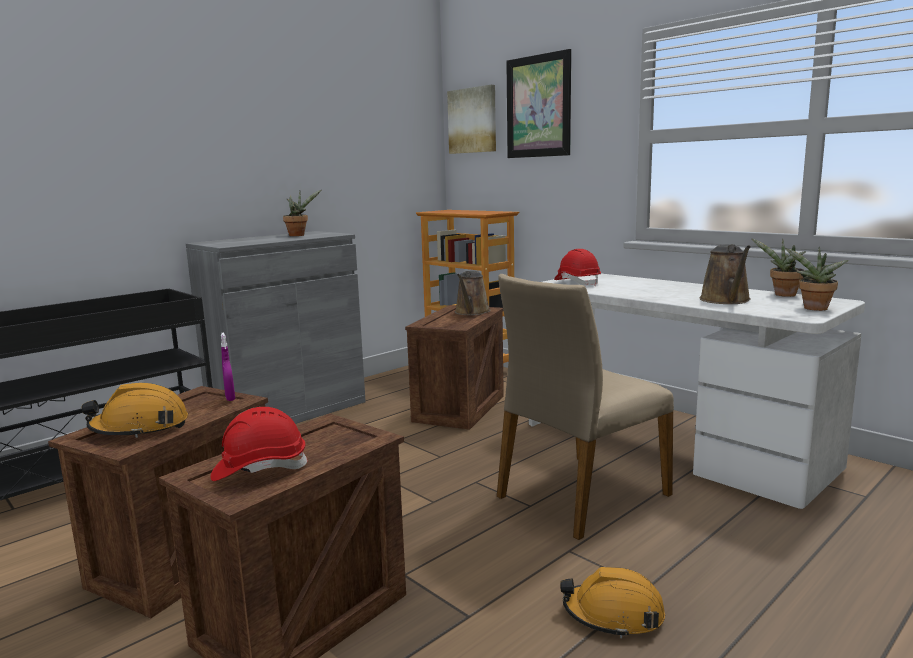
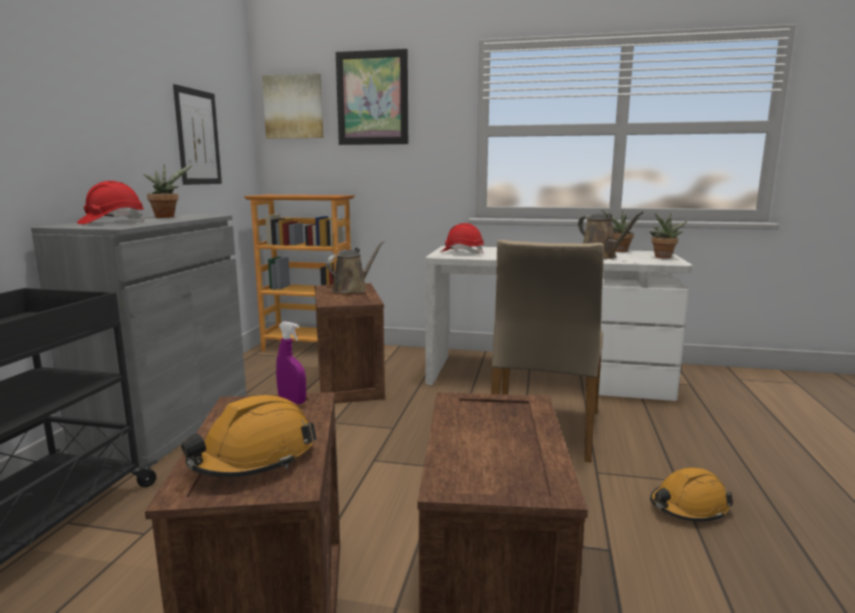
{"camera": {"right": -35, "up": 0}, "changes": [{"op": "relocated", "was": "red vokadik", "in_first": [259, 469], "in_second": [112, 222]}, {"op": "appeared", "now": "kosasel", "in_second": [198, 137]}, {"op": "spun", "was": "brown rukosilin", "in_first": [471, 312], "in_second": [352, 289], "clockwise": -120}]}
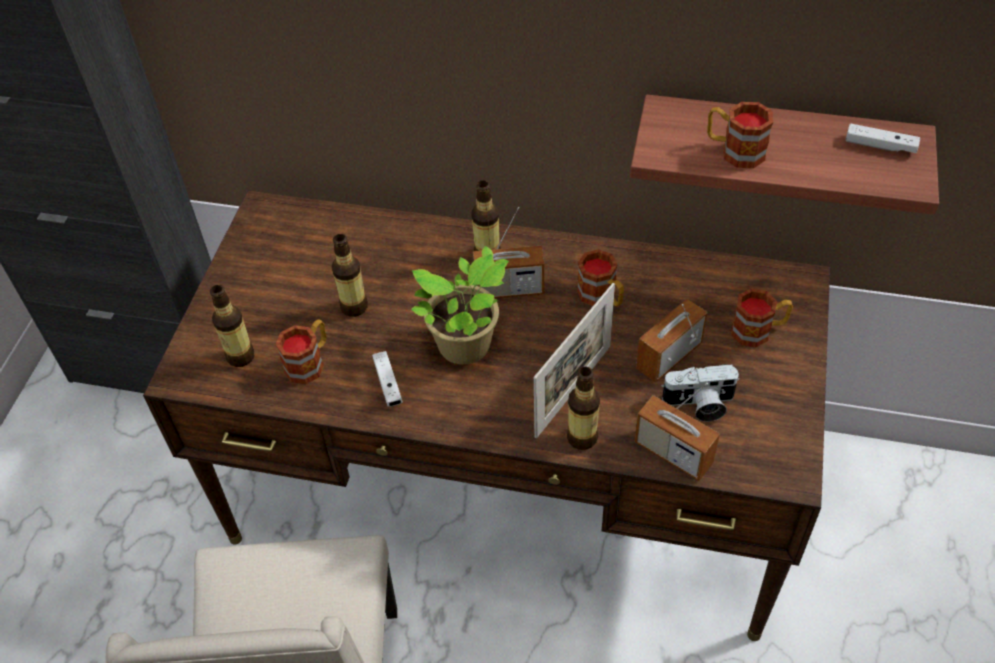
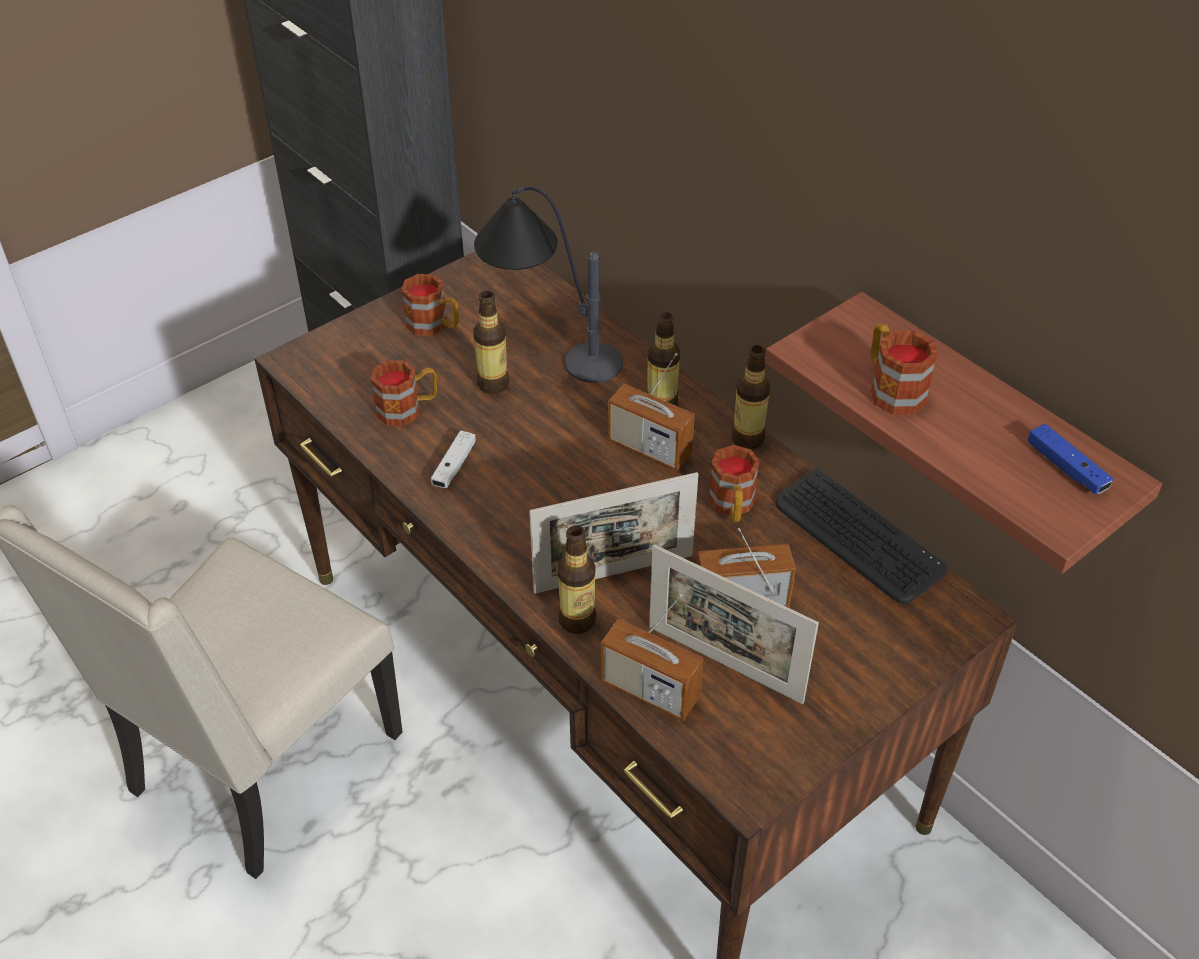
{"camera": {"right": 35, "up": -5}, "changes": [{"op": "relocated", "was": "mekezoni", "in_first": [759, 330], "in_second": [434, 326]}, {"op": "appeared", "now": "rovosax", "in_second": [546, 339]}, {"op": "spun", "was": "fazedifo", "in_first": [673, 453], "in_second": [649, 690], "clockwise": -45}, {"op": "exchanged", "was": "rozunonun", "now": "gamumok", "in_first": [699, 405], "in_second": [724, 664]}, {"op": "relocated", "was": "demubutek", "in_first": [240, 356], "in_second": [747, 439]}, {"op": "appeared", "now": "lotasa", "in_second": [857, 537]}, {"op": "colour", "was": "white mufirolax", "now": "blue mufirolax", "in_first": [880, 146], "in_second": [1066, 468]}, {"op": "missing", "was": "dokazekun", "in_first": [467, 348]}]}
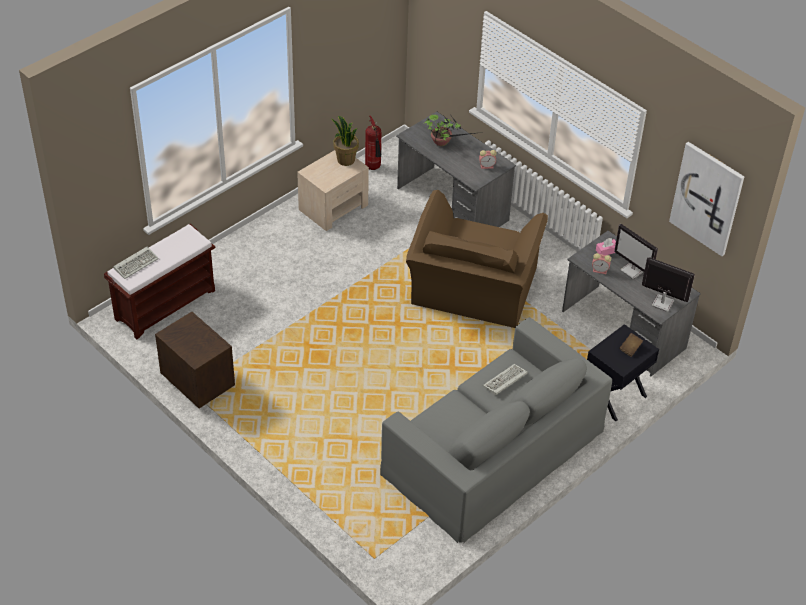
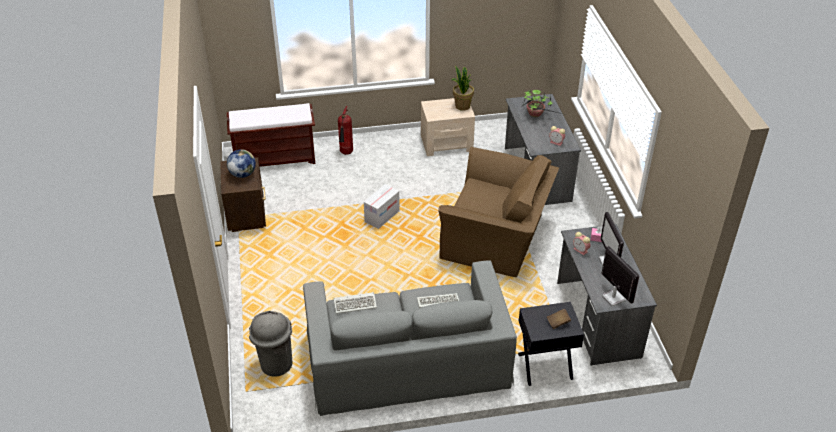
{"camera": {"right": 35, "up": -5}, "changes": [{"op": "appeared", "now": "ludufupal", "in_second": [242, 174]}, {"op": "appeared", "now": "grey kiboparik", "in_second": [275, 364]}, {"op": "relocated", "was": "lotasa", "in_first": [136, 263], "in_second": [356, 304]}, {"op": "relocated", "was": "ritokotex", "in_first": [374, 168], "in_second": [346, 153]}, {"op": "appeared", "now": "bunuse", "in_second": [382, 216]}, {"op": "spun", "was": "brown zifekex", "in_first": [472, 291], "in_second": [497, 238], "clockwise": -120}, {"op": "missing", "was": "kosasel", "in_first": [707, 198]}]}
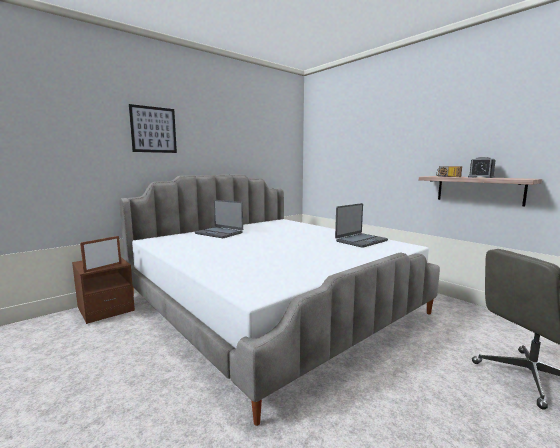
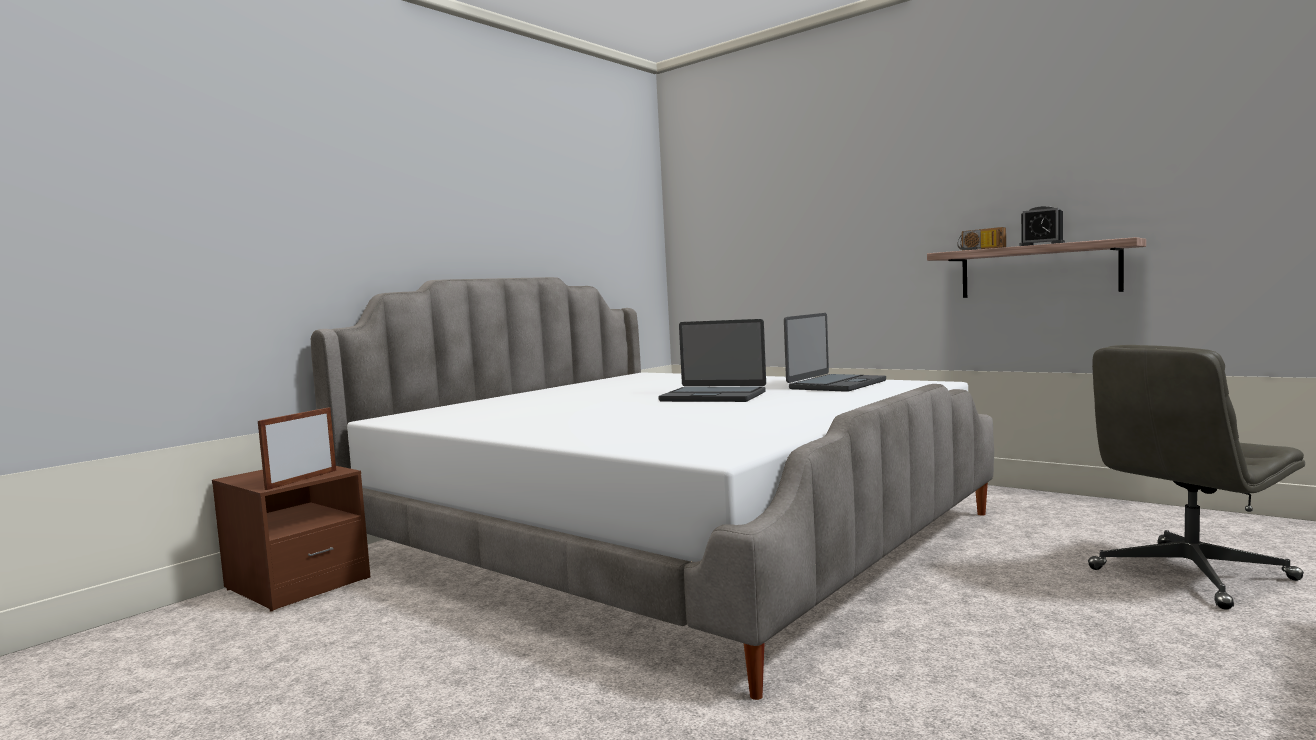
{"camera": {"right": -10, "up": -5}, "changes": [{"op": "relocated", "was": "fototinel", "in_first": [219, 233], "in_second": [714, 396]}, {"op": "missing", "was": "kosasel", "in_first": [153, 129]}]}
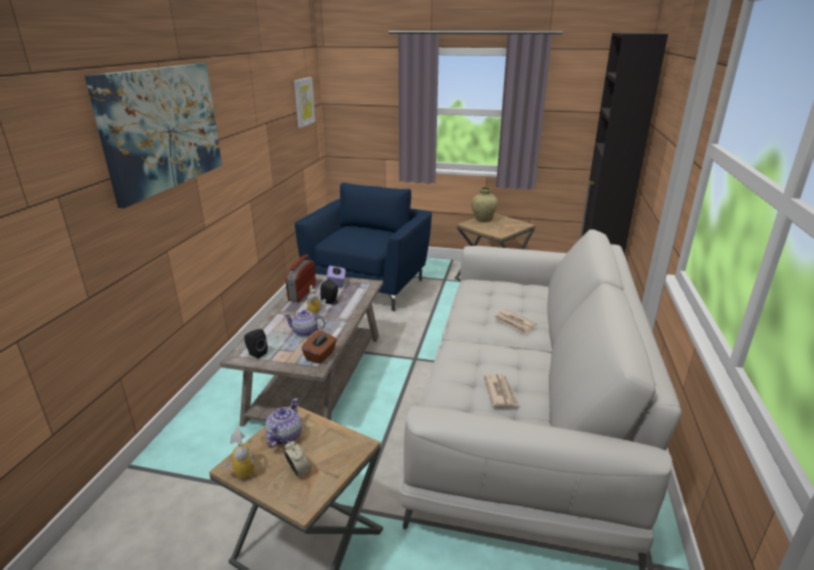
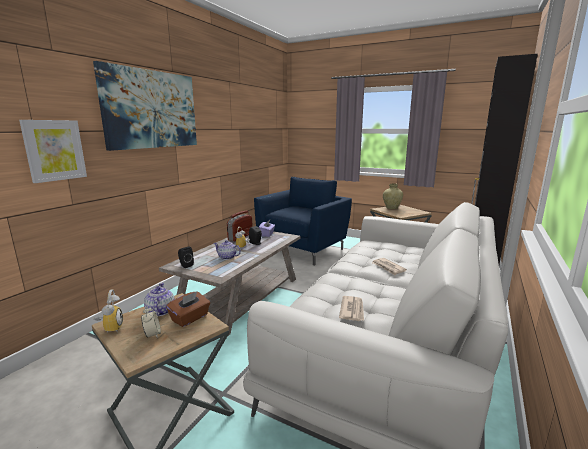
{"camera": {"right": 15, "up": -10}, "changes": [{"op": "relocated", "was": "kosasel", "in_first": [303, 102], "in_second": [54, 150]}, {"op": "spun", "was": "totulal", "in_first": [284, 436], "in_second": [160, 311], "clockwise": -45}, {"op": "relocated", "was": "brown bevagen", "in_first": [320, 355], "in_second": [190, 318]}]}
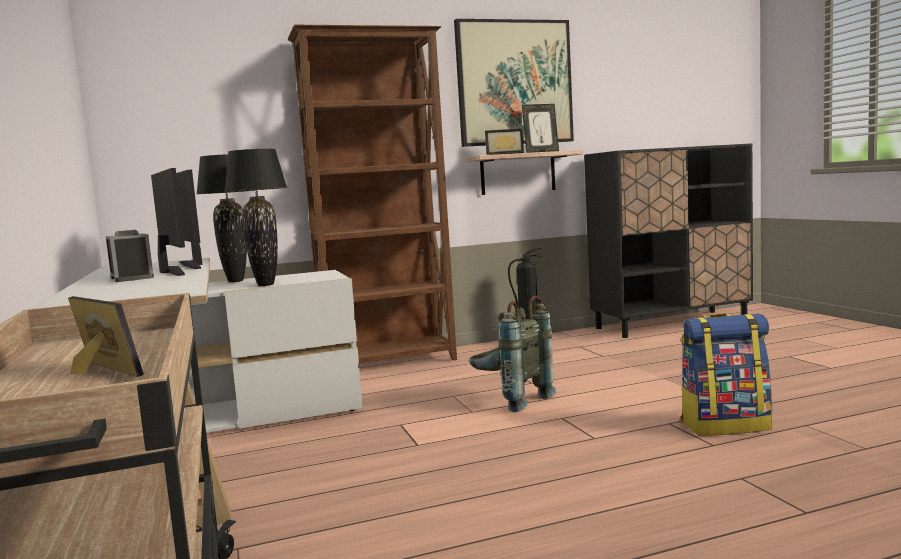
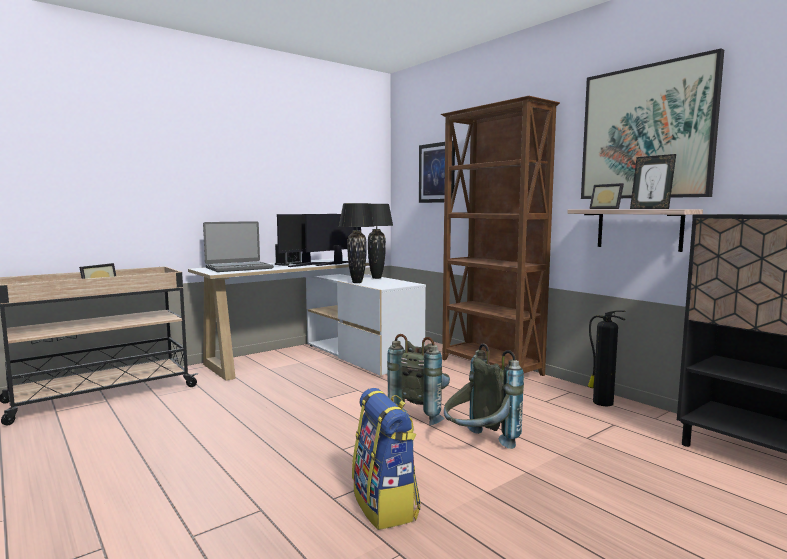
{"camera": {"right": 70, "up": 0}, "changes": [{"op": "appeared", "now": "fototinel", "in_second": [239, 268]}, {"op": "appeared", "now": "kosasel", "in_second": [437, 173]}, {"op": "appeared", "now": "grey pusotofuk", "in_second": [478, 445]}]}
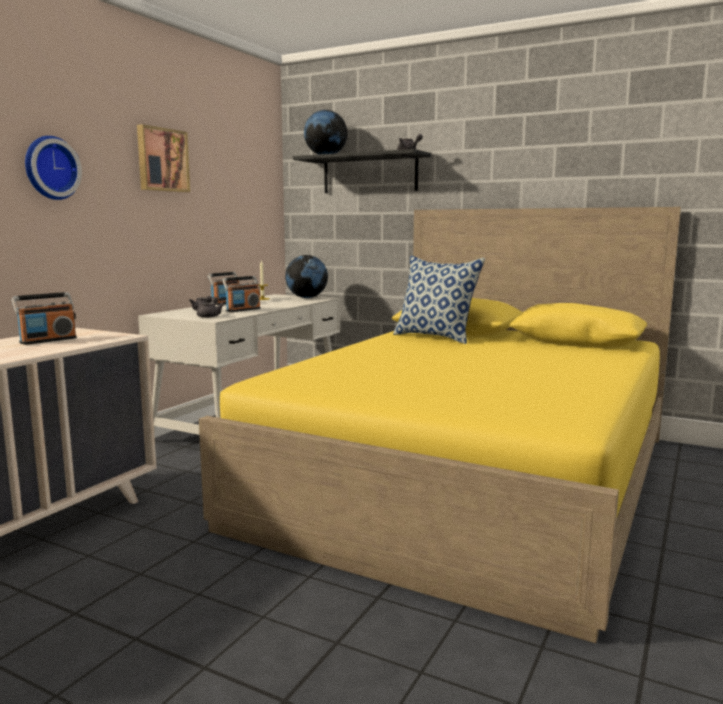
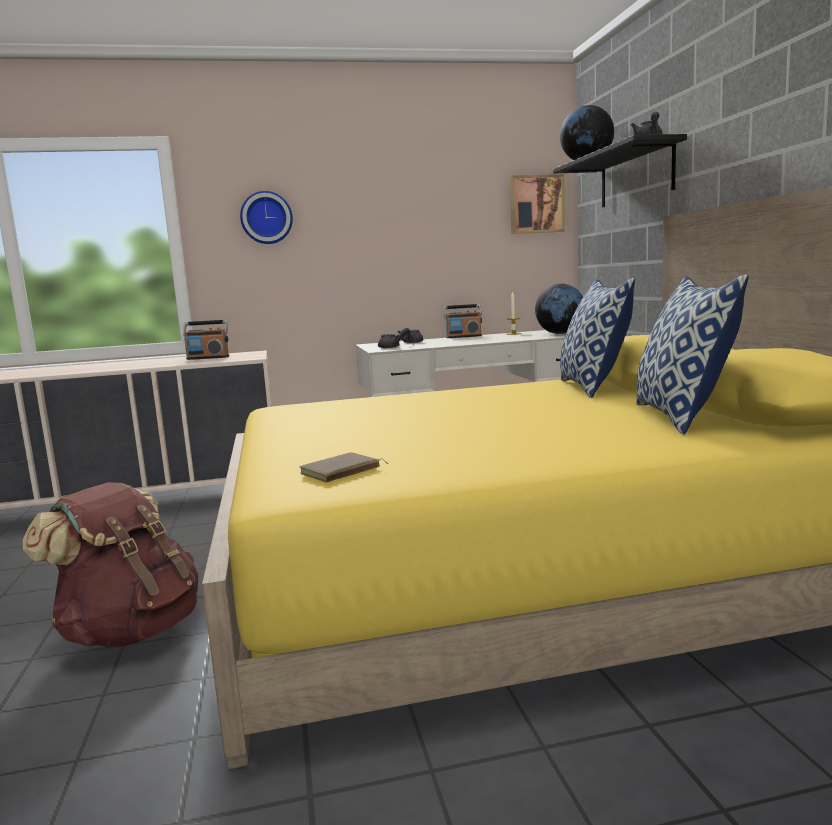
{"camera": {"right": 50, "up": 0}, "changes": [{"op": "appeared", "now": "brown pusotofuk", "in_second": [131, 630]}, {"op": "appeared", "now": "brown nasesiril", "in_second": [341, 472]}, {"op": "relocated", "was": "kosasel", "in_first": [162, 160], "in_second": [536, 204]}, {"op": "appeared", "now": "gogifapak", "in_second": [682, 417]}, {"op": "missing", "was": "fazedifo", "in_first": [243, 310]}]}
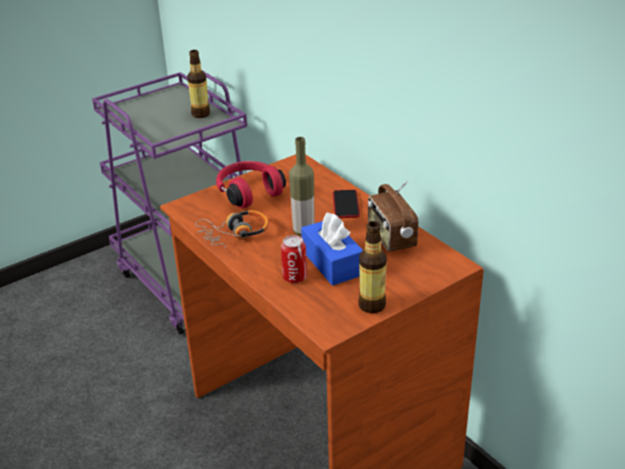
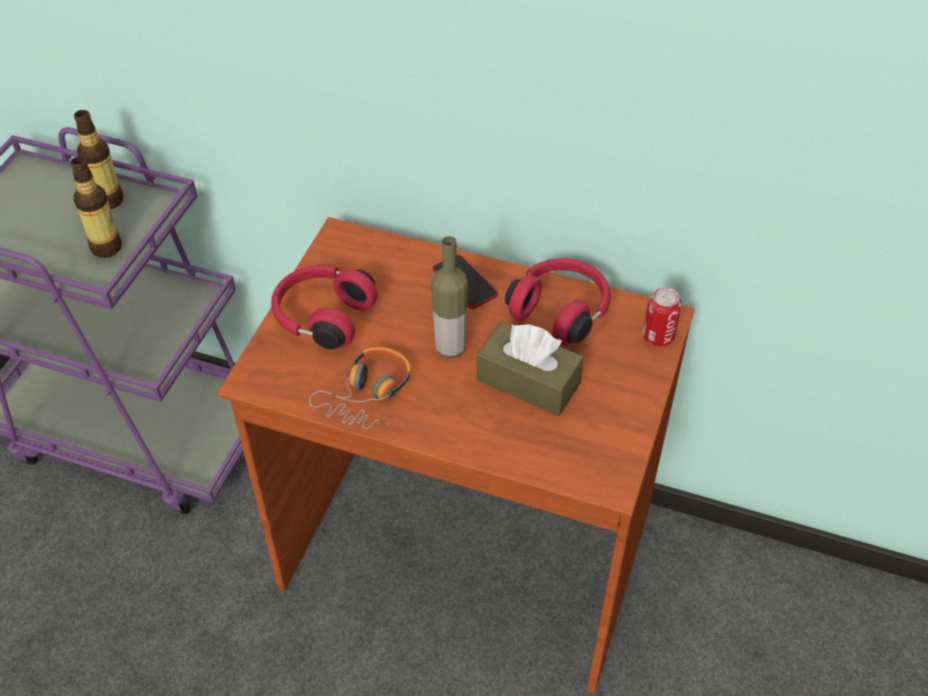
{"camera": {"right": -35, "up": 15}, "changes": [{"op": "relocated", "was": "demubutek", "in_first": [372, 305], "in_second": [106, 247]}, {"op": "colour", "was": "blue bevagen", "now": "brown bevagen", "in_first": [332, 263], "in_second": [528, 381]}, {"op": "exchanged", "was": "fazedifo", "now": "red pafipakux", "in_first": [390, 237], "in_second": [561, 310]}, {"op": "relocated", "was": "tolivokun", "in_first": [294, 277], "in_second": [658, 336]}]}
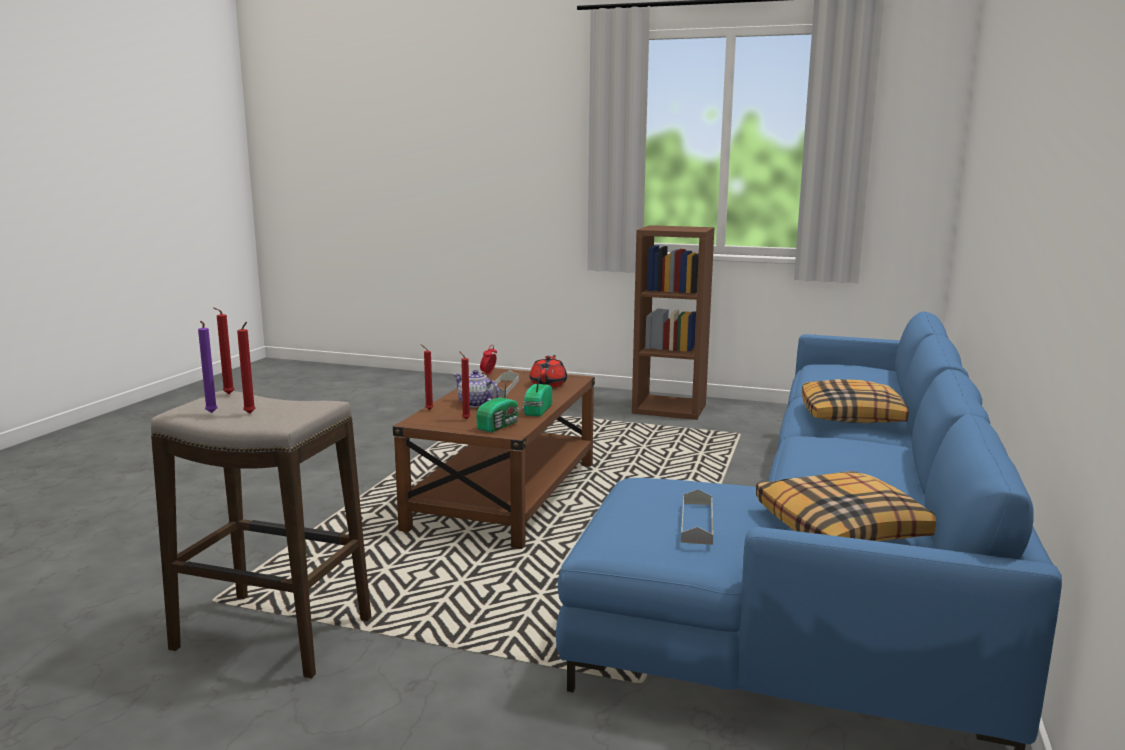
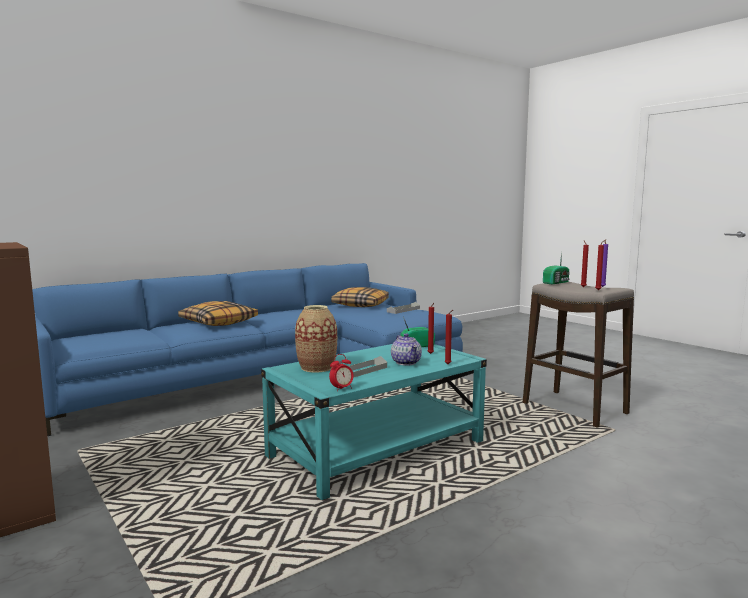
{"camera": {"right": -145, "up": -5}, "changes": [{"op": "colour", "was": "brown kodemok", "now": "turquoise kodemok", "in_first": [504, 495], "in_second": [377, 449]}, {"op": "exchanged", "was": "red totulal", "now": "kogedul", "in_first": [548, 384], "in_second": [316, 368]}, {"op": "relocated", "was": "fazedifo", "in_first": [536, 410], "in_second": [557, 282]}]}
